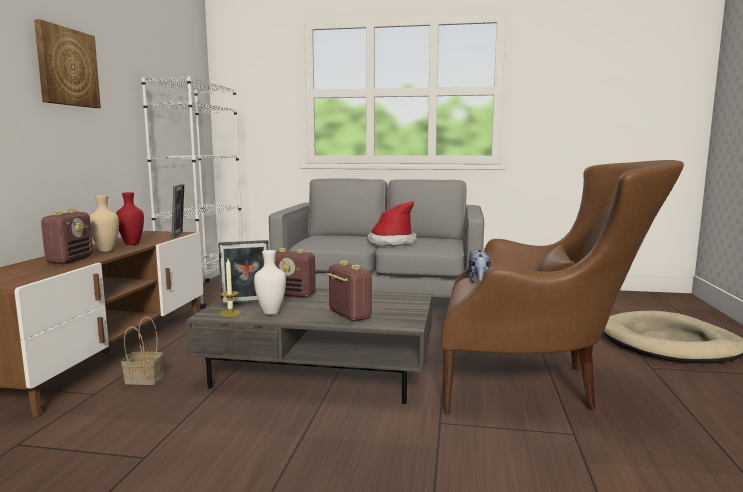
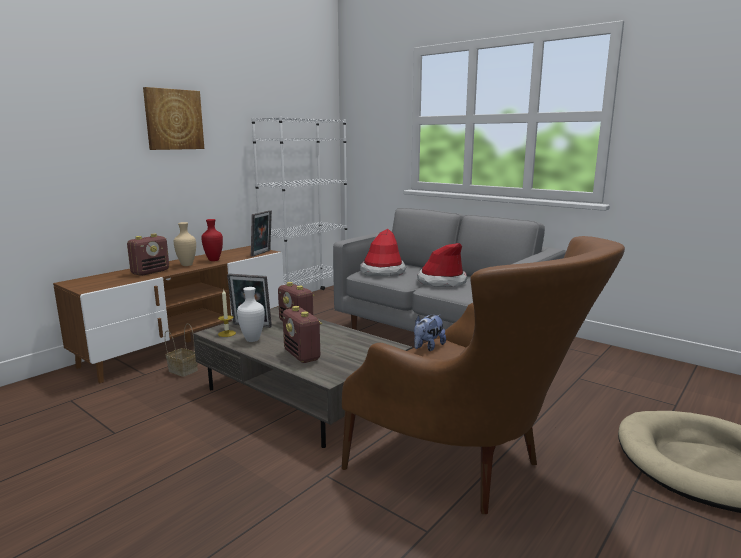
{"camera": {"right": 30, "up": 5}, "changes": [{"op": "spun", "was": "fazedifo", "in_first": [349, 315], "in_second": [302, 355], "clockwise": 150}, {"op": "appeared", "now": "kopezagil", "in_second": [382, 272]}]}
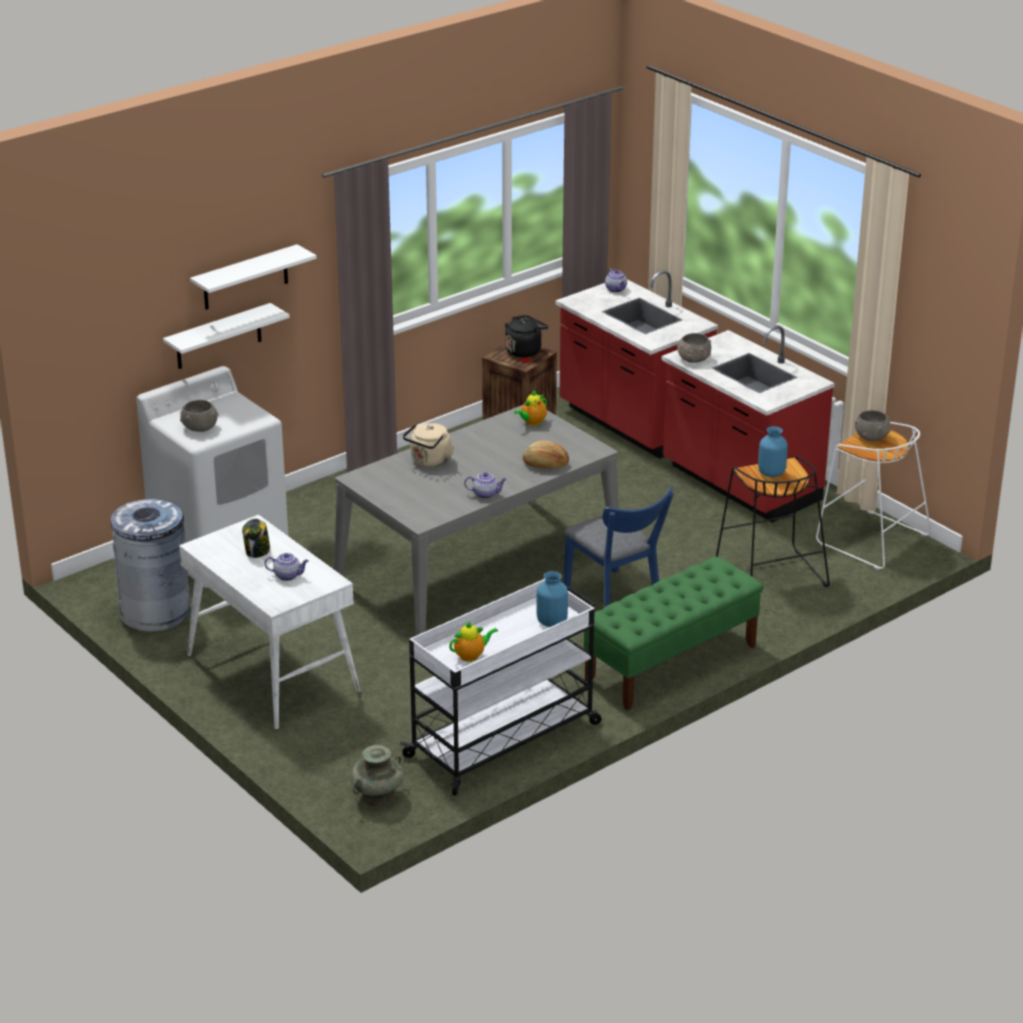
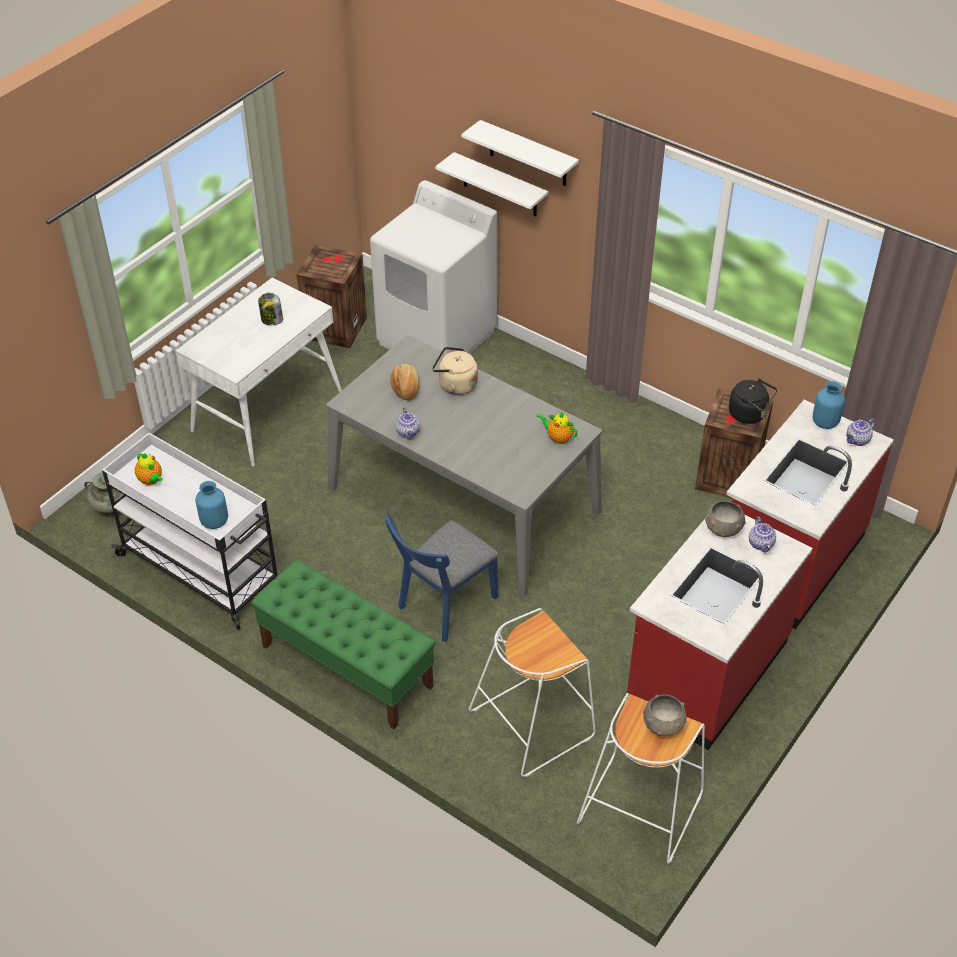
{"camera": {"right": 75, "up": 15}, "changes": [{"op": "exchanged", "was": "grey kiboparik", "now": "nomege", "in_first": [155, 612], "in_second": [334, 327]}, {"op": "relocated", "was": "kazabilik", "in_first": [545, 464], "in_second": [406, 388]}, {"op": "colour", "was": "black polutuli", "now": "white polutuli", "in_first": [769, 574], "in_second": [532, 722]}, {"op": "relocated", "was": "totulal", "in_first": [288, 576], "in_second": [761, 544]}, {"op": "relocated", "was": "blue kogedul", "in_first": [771, 473], "in_second": [825, 423]}, {"op": "missing", "was": "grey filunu", "in_first": [200, 427]}]}
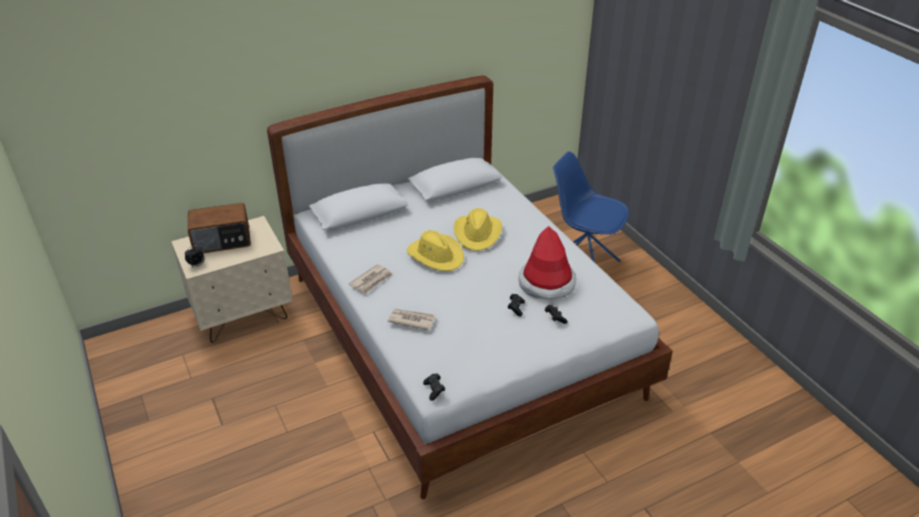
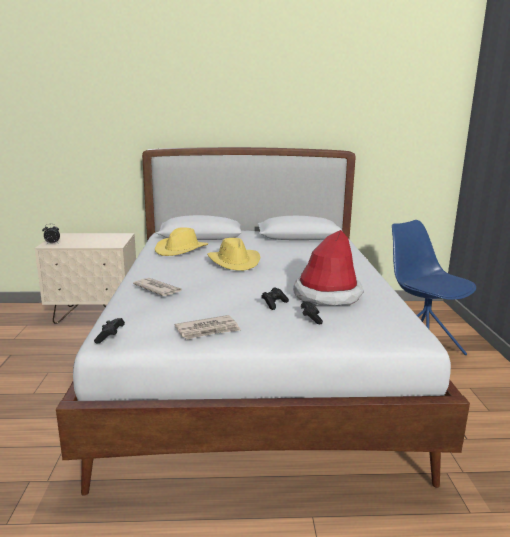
{"camera": {"right": 25, "up": -20}, "changes": [{"op": "relocated", "was": "yellow kopezagil", "in_first": [478, 233], "in_second": [181, 249]}, {"op": "relocated", "was": "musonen", "in_first": [372, 280], "in_second": [208, 330]}, {"op": "missing", "was": "fazedifo", "in_first": [222, 241]}]}
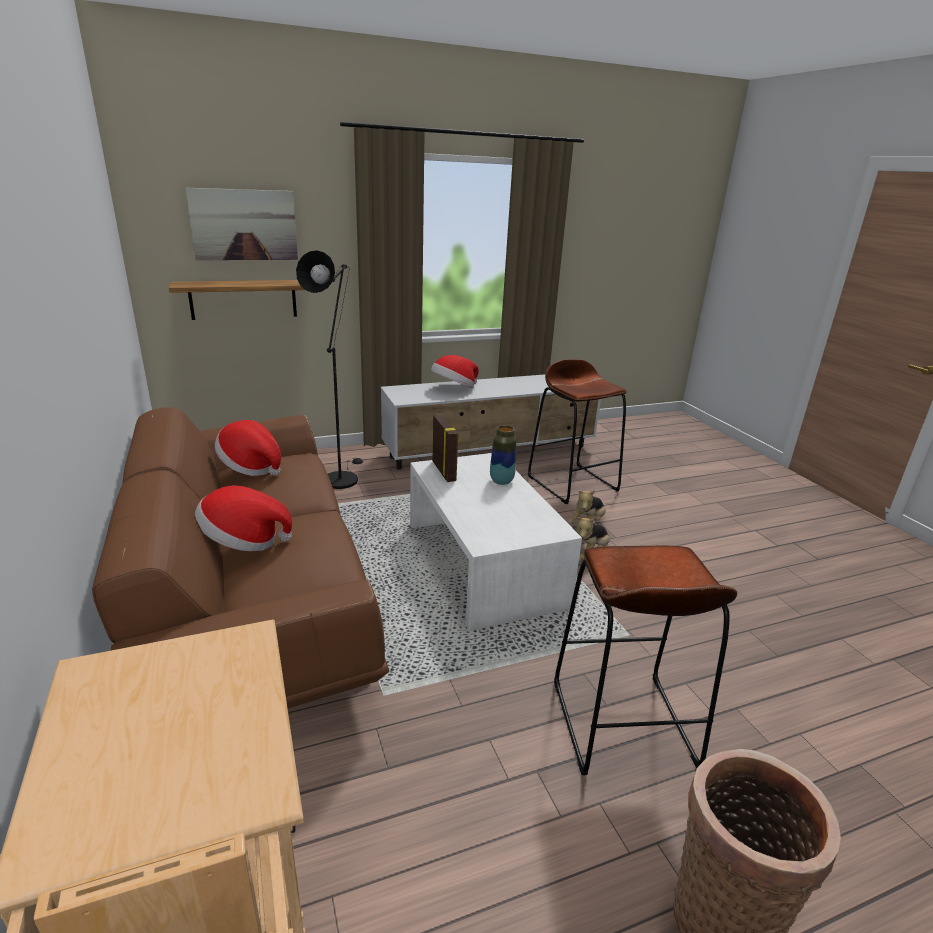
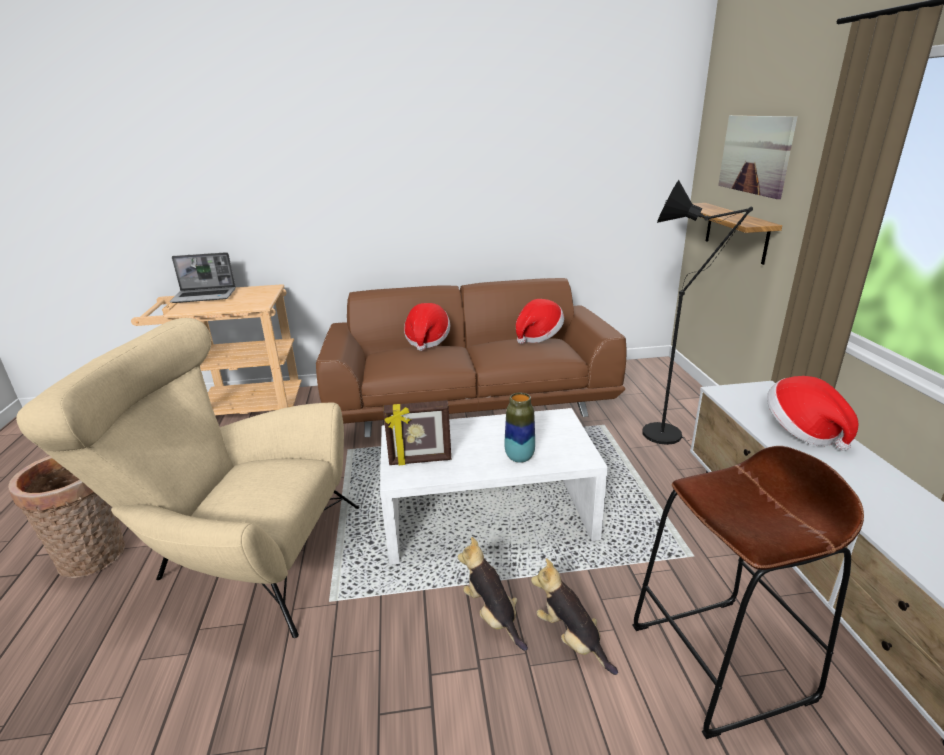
{"camera": {"right": 105, "up": 0}, "changes": [{"op": "exchanged", "was": "brown polutuli", "now": "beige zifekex", "in_first": [622, 723], "in_second": [241, 558]}, {"op": "appeared", "now": "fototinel", "in_second": [205, 296]}, {"op": "relocated", "was": "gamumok", "in_first": [444, 471], "in_second": [420, 461]}]}
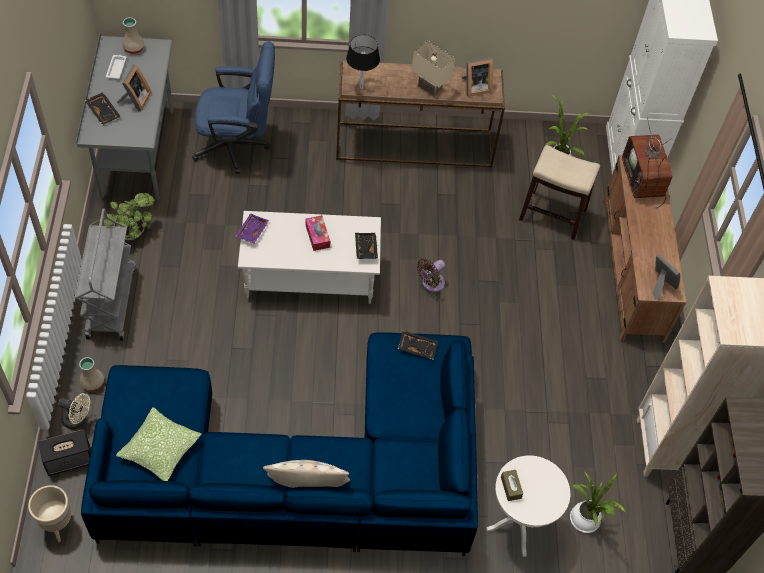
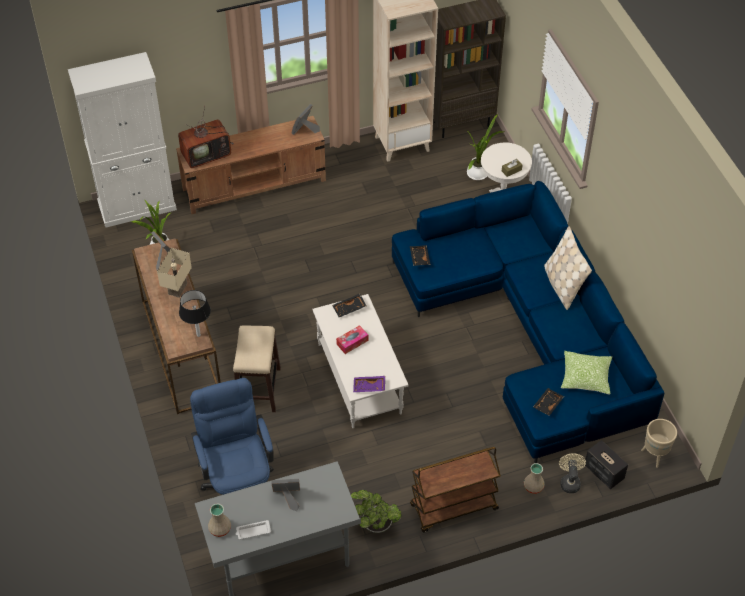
{"camera": {"right": -105, "up": -5}, "changes": [{"op": "relocated", "was": "polutuli", "in_first": [553, 215], "in_second": [258, 388]}, {"op": "colour", "was": "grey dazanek", "now": "brown dazanek", "in_first": [111, 301], "in_second": [453, 508]}, {"op": "relocated", "was": "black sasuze", "in_first": [104, 111], "in_second": [547, 404]}, {"op": "missing", "was": "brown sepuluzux", "in_first": [431, 284]}]}
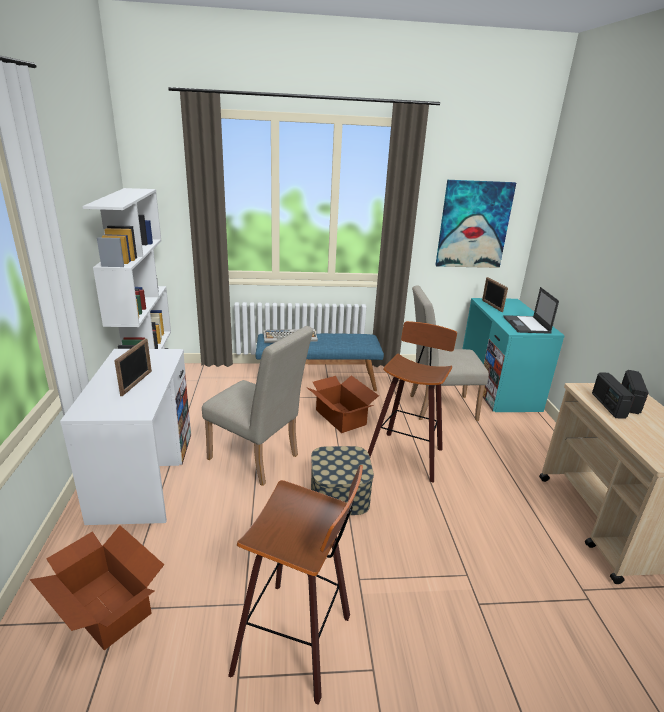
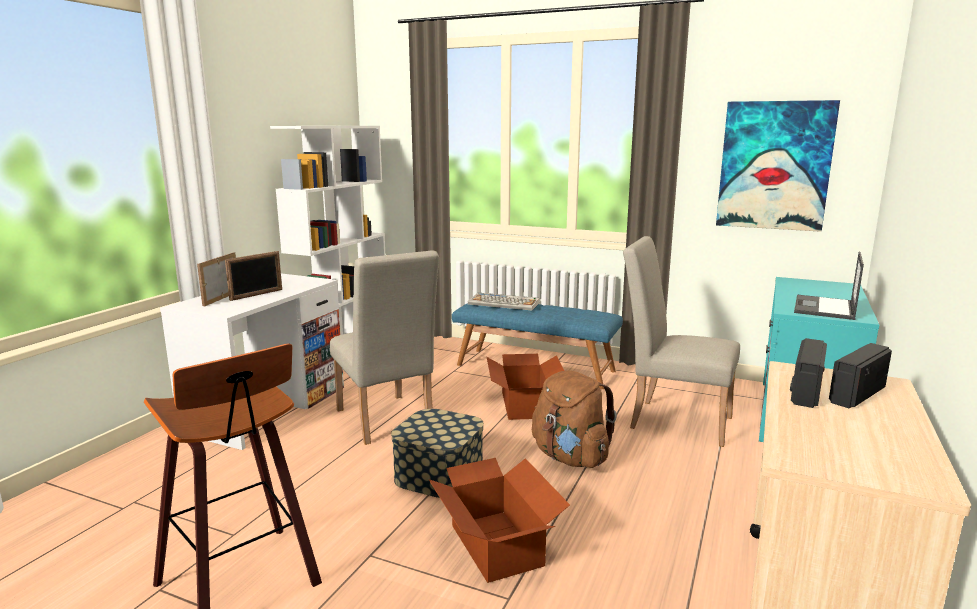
{"camera": {"right": 30, "up": -10}, "changes": [{"op": "relocated", "was": "gamumok", "in_first": [492, 306], "in_second": [221, 298]}, {"op": "relocated", "was": "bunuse", "in_first": [107, 606], "in_second": [497, 544]}, {"op": "exchanged", "was": "polutuli", "now": "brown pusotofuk", "in_first": [406, 454], "in_second": [570, 457]}]}
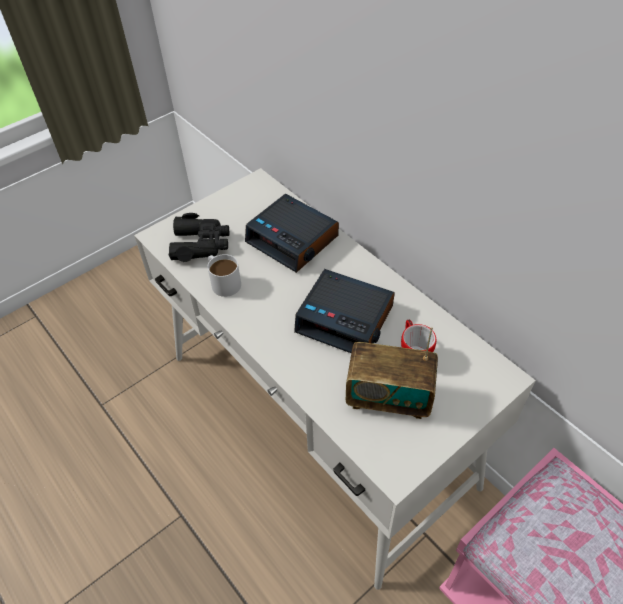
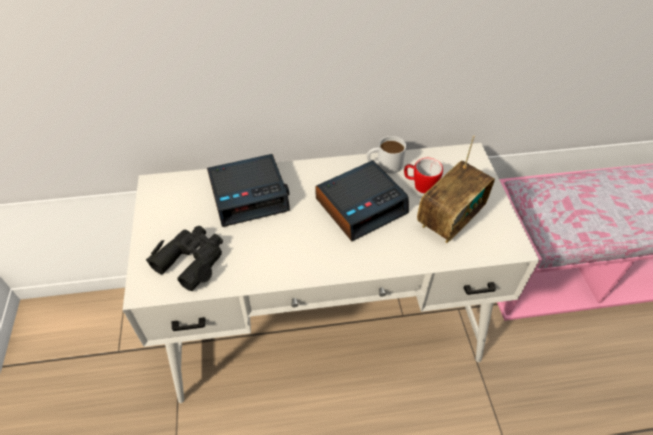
{"camera": {"right": -60, "up": 0}, "changes": [{"op": "relocated", "was": "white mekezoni", "in_first": [223, 281], "in_second": [384, 164]}]}
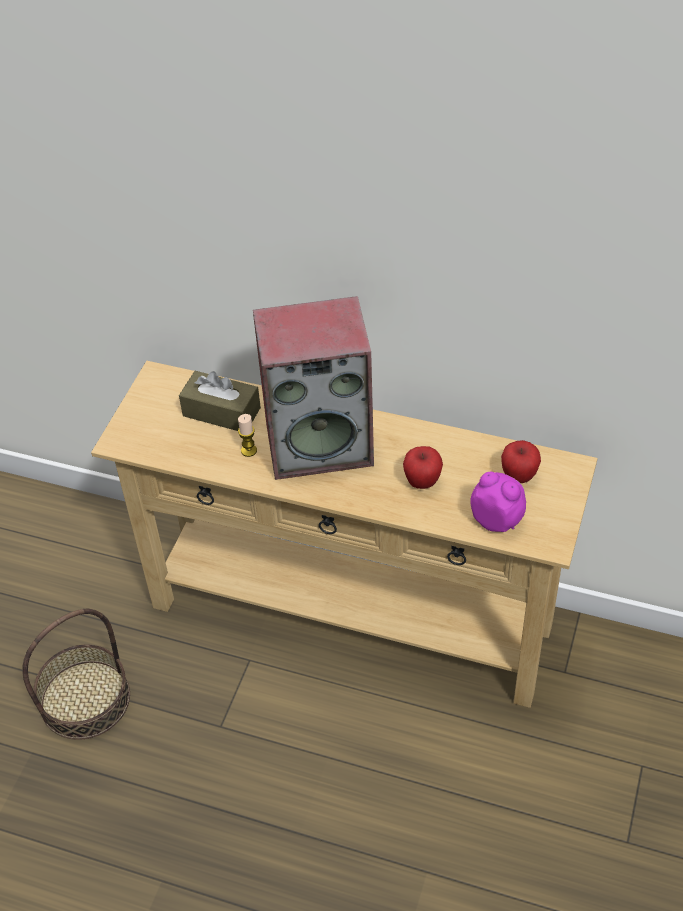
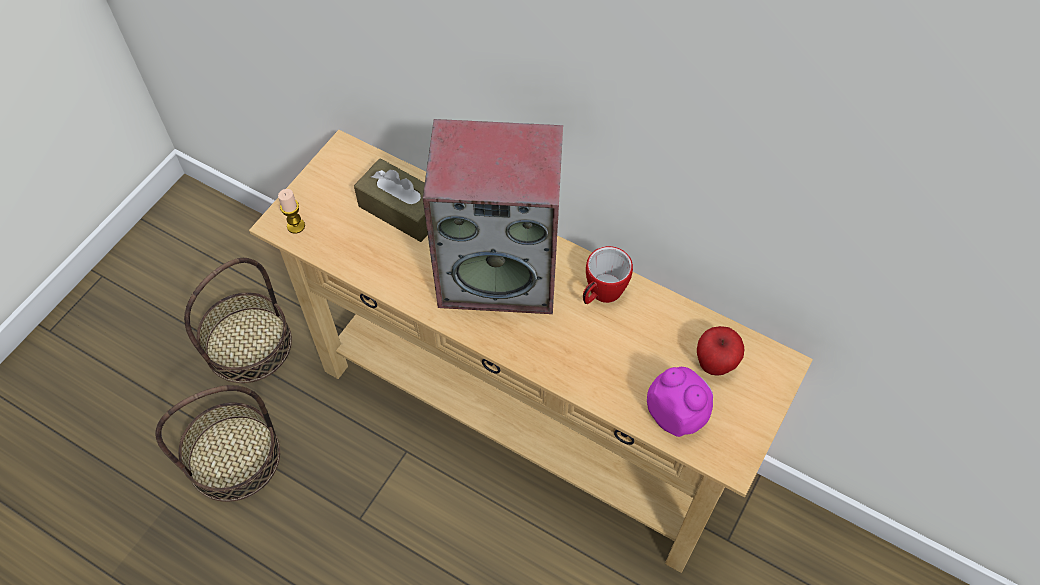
{"camera": {"right": 10, "up": 10}, "changes": [{"op": "appeared", "now": "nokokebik", "in_second": [248, 344]}, {"op": "relocated", "was": "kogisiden", "in_first": [249, 450], "in_second": [296, 226]}, {"op": "appeared", "now": "mekezoni", "in_second": [601, 294]}, {"op": "missing", "was": "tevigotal", "in_first": [422, 482]}]}
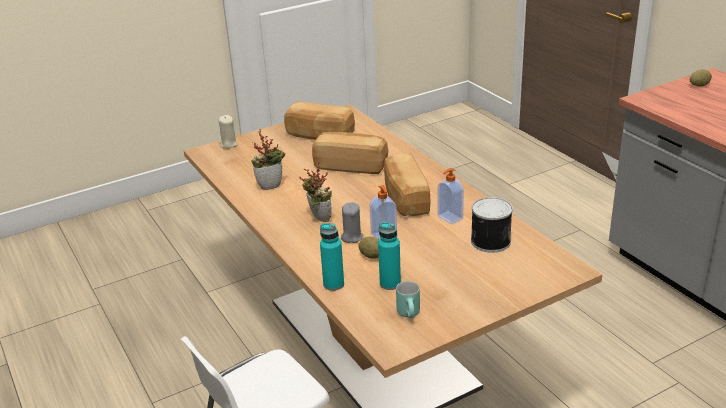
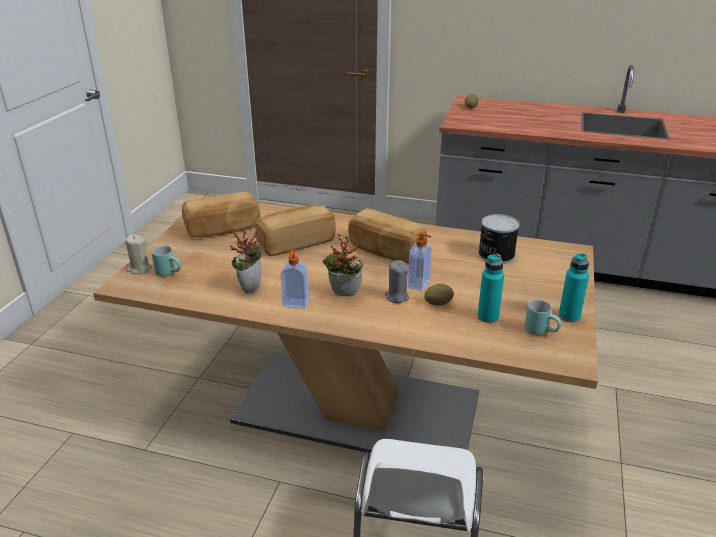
{"camera": {"right": -45, "up": 0}, "changes": [{"op": "appeared", "now": "turquoise mekezoni", "in_second": [170, 273]}, {"op": "relocated", "was": "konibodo", "in_first": [449, 218], "in_second": [295, 304]}, {"op": "relocated", "was": "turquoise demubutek", "in_first": [333, 284], "in_second": [569, 316]}]}
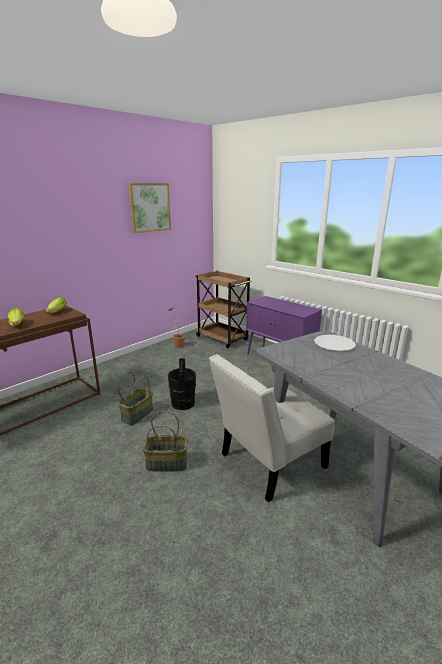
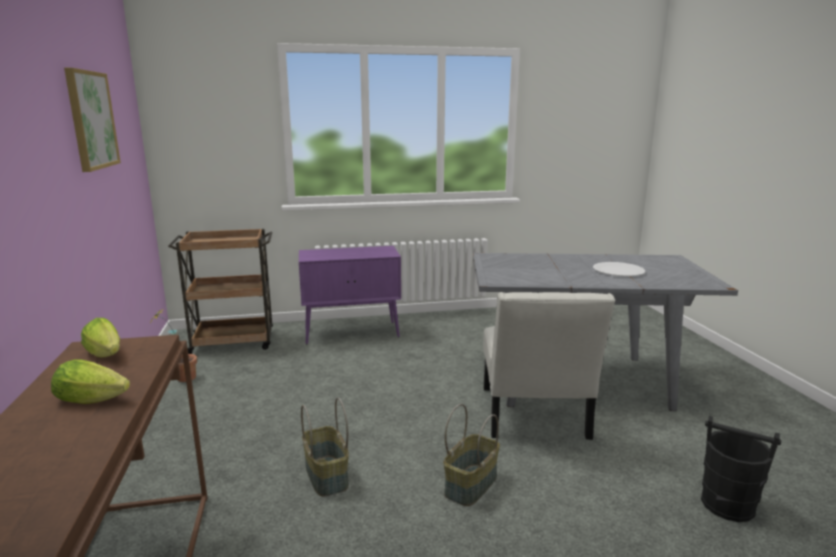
{"camera": {"right": -55, "up": -5}, "changes": [{"op": "relocated", "was": "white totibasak", "in_first": [334, 344], "in_second": [618, 271]}, {"op": "relocated", "was": "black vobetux", "in_first": [183, 403], "in_second": [727, 504]}]}
